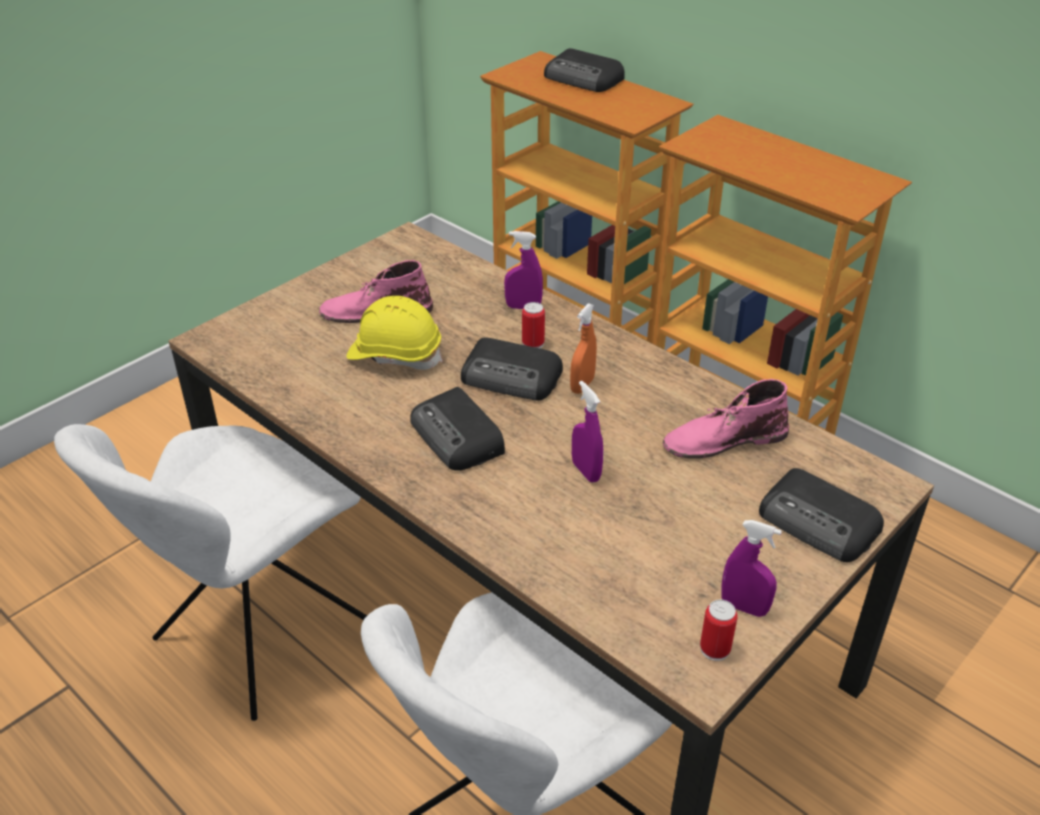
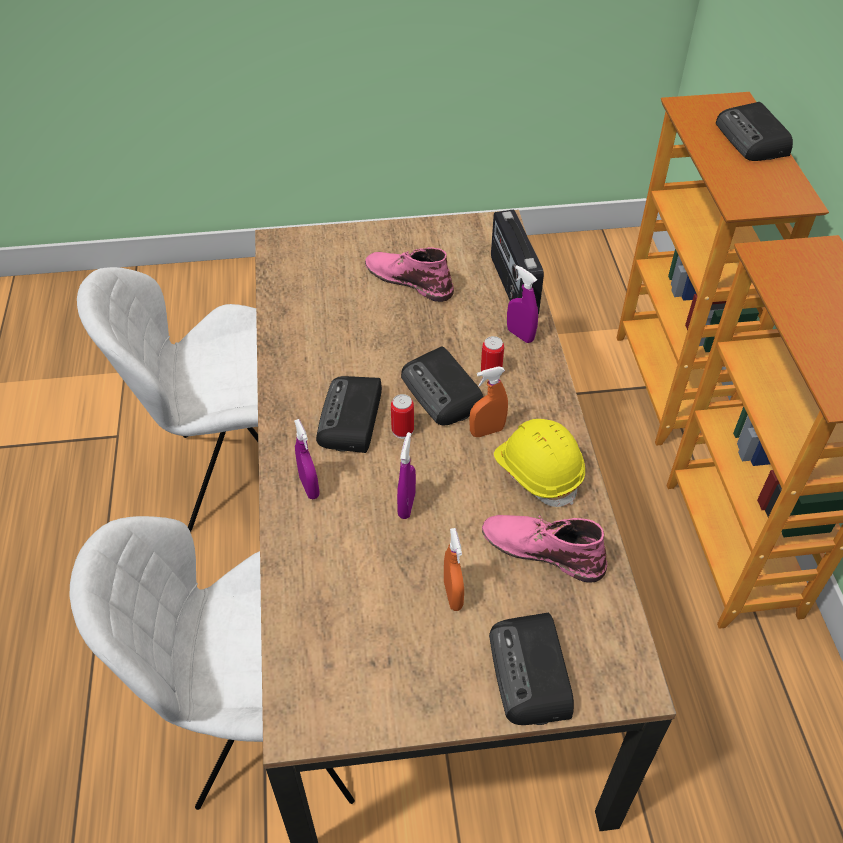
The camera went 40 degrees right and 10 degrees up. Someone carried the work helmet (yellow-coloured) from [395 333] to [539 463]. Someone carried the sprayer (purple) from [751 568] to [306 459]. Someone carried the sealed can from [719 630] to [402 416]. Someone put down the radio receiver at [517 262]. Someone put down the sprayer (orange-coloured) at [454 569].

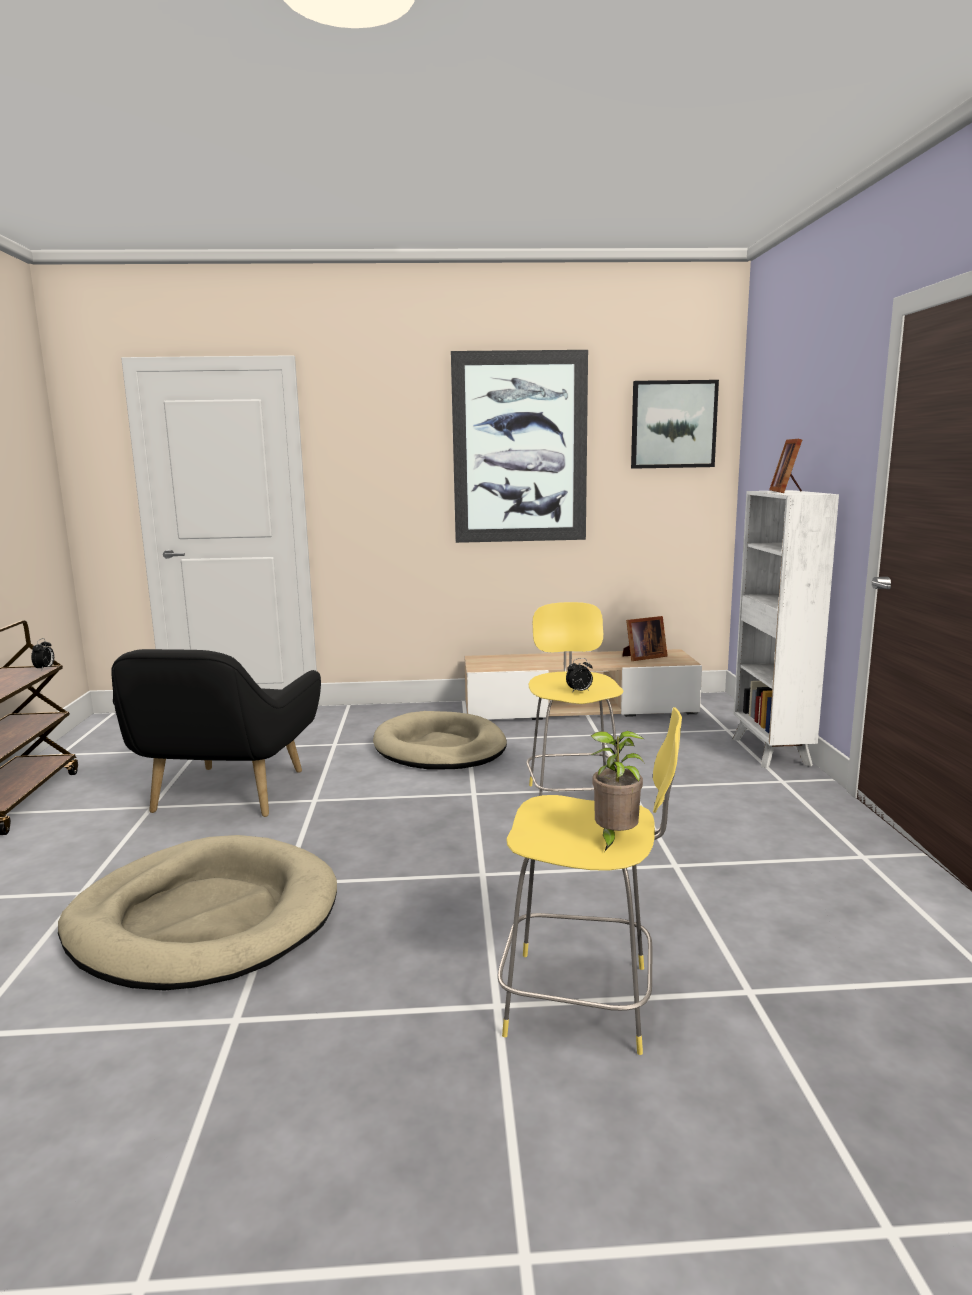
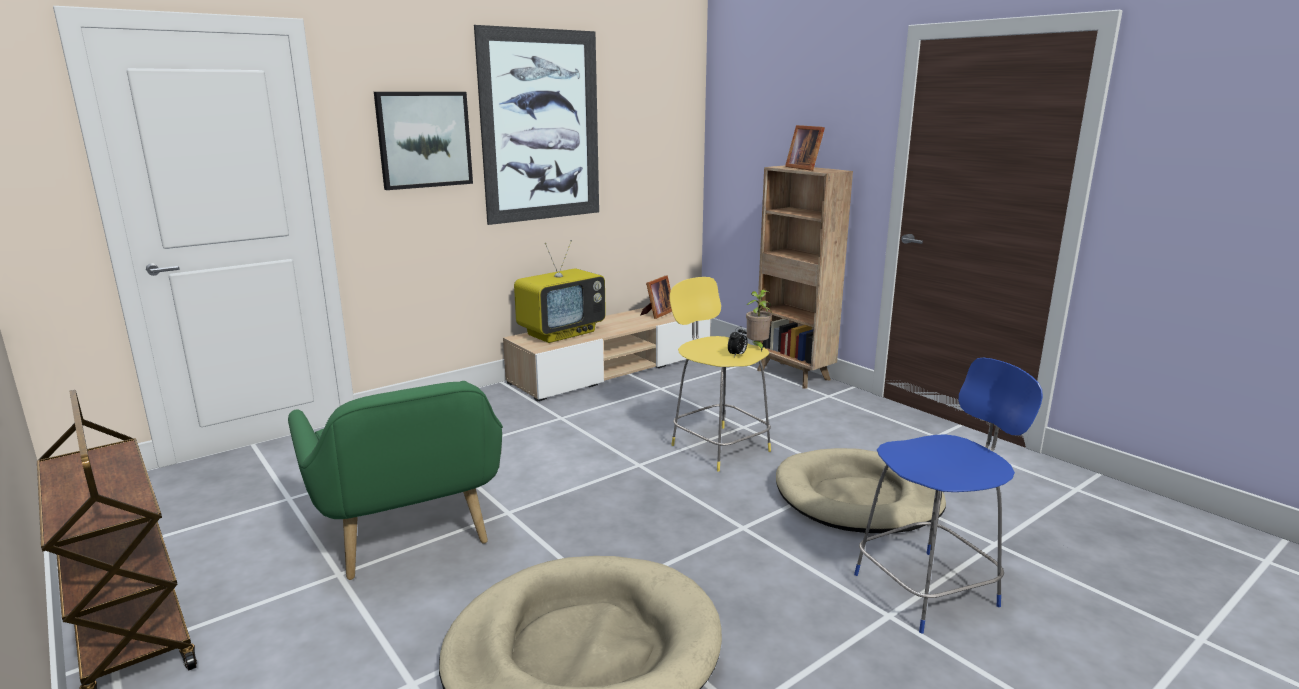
The camera went 35 degrees left and 5 degrees up. Someone carried the picture from [675 424] to [423 141]. Someone repainted the bookcase (white-coloured) at [785 629], which became the bookcase (brownish) at [804 277]. Someone took away the table clock at [42 653]. Someone repainted the armchair (black-coloured) at [216 733], which became the armchair (green) at [395 480]. Someone repainted the stool seat (yellow-coloured) at [590 881], which became the stool seat (blue) at [948 496]. Someone carried the dog bed (beige) from [440 740] to [861 490]. Someone carried the potted plant from [617 791] to [759 320]. Someone put down the TV set at [560 291].

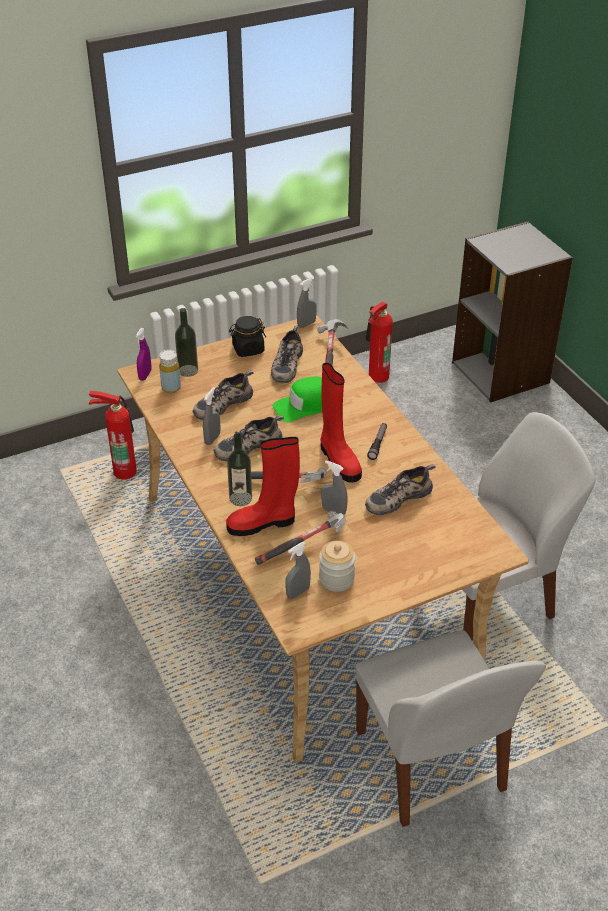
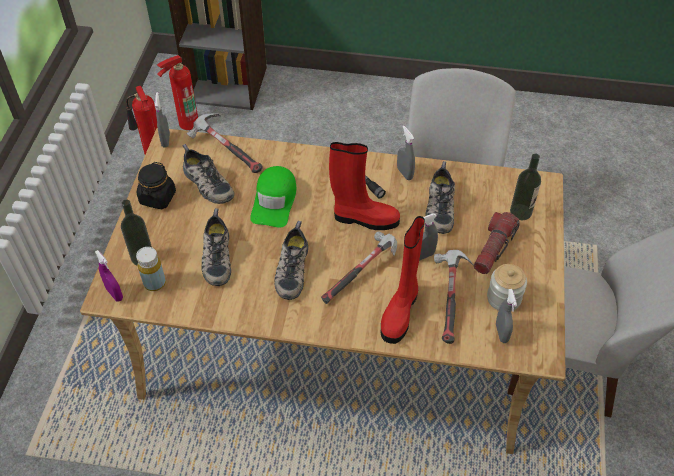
The camera went 55 degrees left and 10 degrees up. Someone carried the sprayer (grey) from [211 416] to [406 153]. Someone carried the fire extinguisher from [113 435] to [177 92]. Someone carried the drink bottle from [239 469] to [525 187]. Someone put down the flashlight at [497 243].

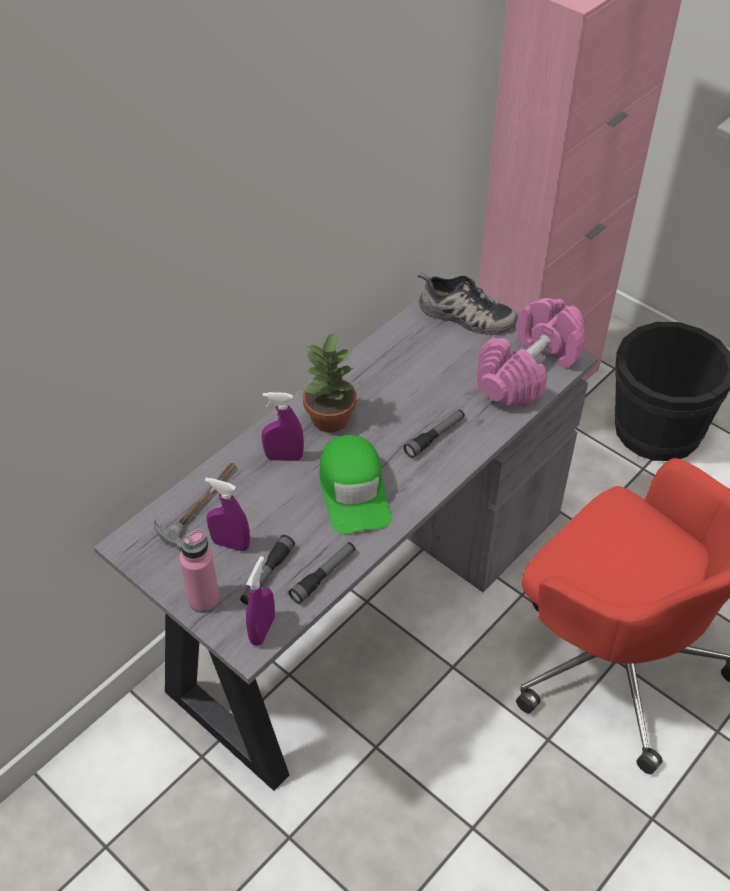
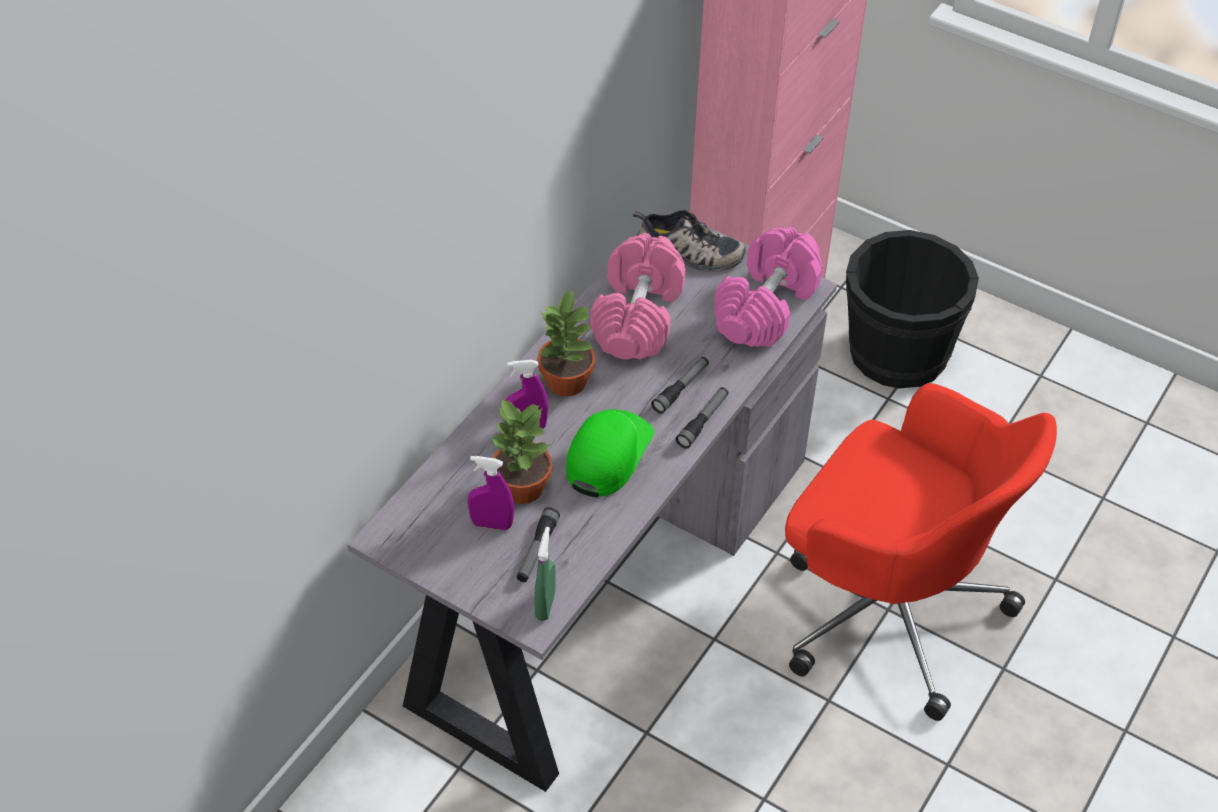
The camera went 10 degrees left and 0 degrees up. Someone rotated the peaked cap (green) at [356 484] by 135 degrees counterclockwise. Someone took away the tool hammer at [195 507]. Someone took away the drink bottle (pink) at [200 571]. Someone carried the flashlight from [321 573] to [702 418]. Someone repainted the sprayer (purple) at [260 601], which became the sprayer (green) at [545 574]. Someone put down the dumbbell (pink) at [638 296]. Someone put down the potted plant at [521 451].

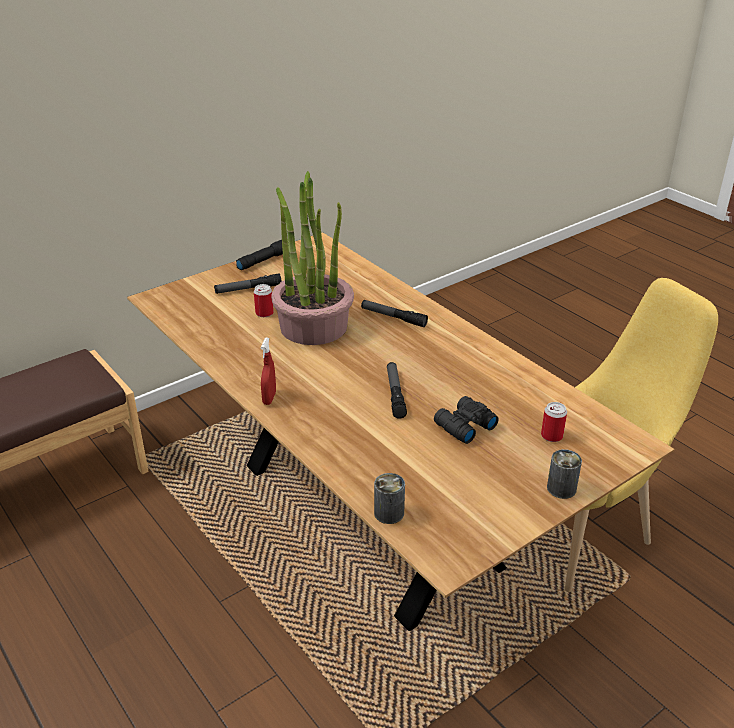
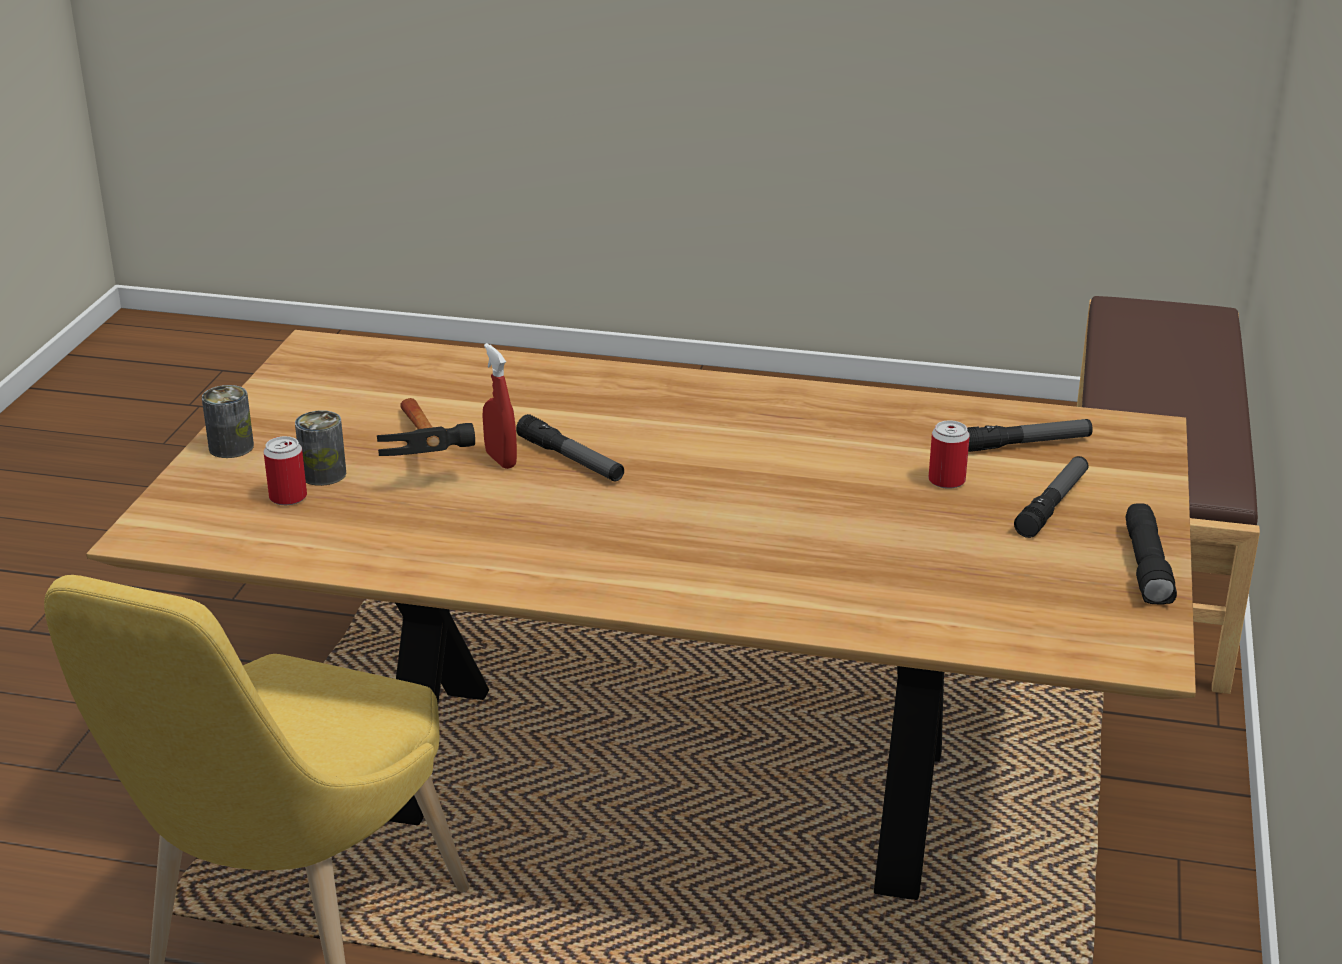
The camera went 140 degrees right and 5 degrees down. Someone took away the potted plant at [312 258]. Someone carried the flashlight from [394 313] to [1030 435]. Someone carried the sprayer (red) from [268 371] to [499 406]. Someone swapped the binoculars (black-coloured) at [466 420] for the tool hammer at [426 427]. Someone carried the sealed can from [389 498] to [320 448].

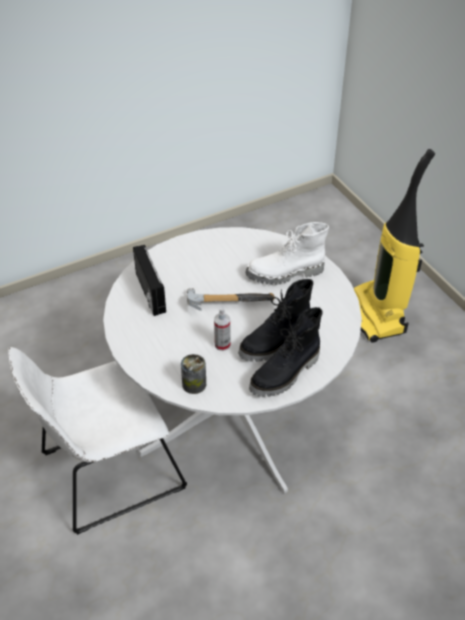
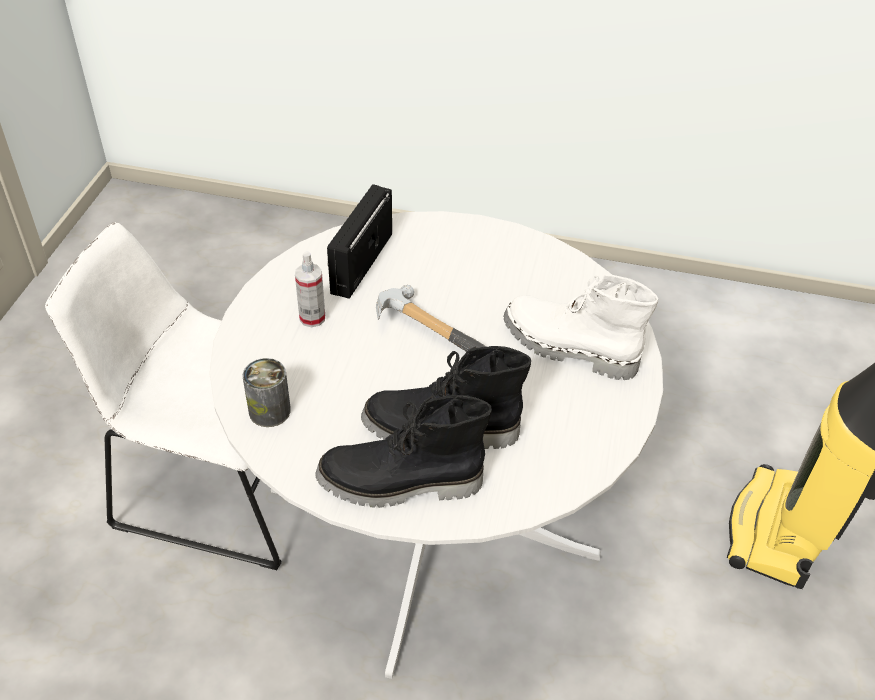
The camera went 40 degrees right and 0 degrees up. Someone carried the sprayer from [222 329] to [310 289].

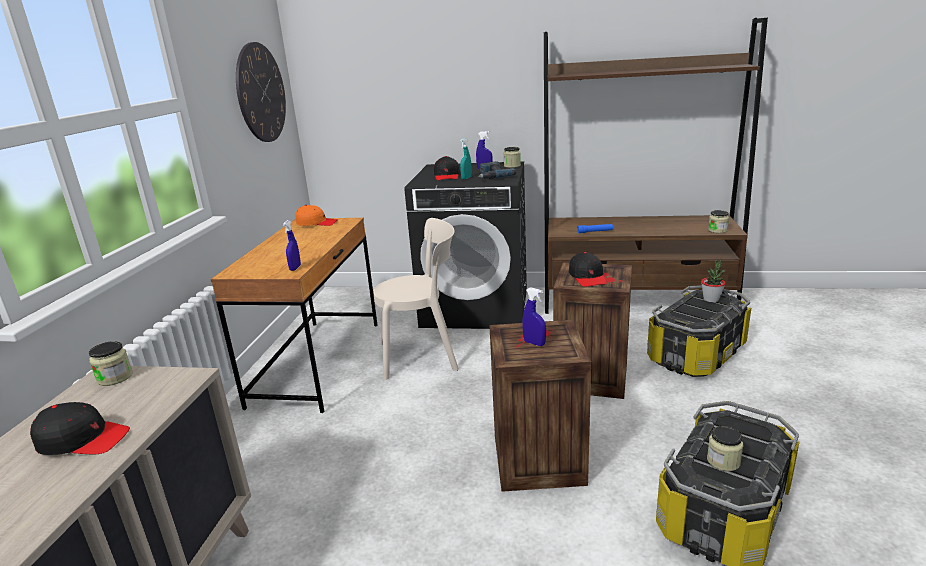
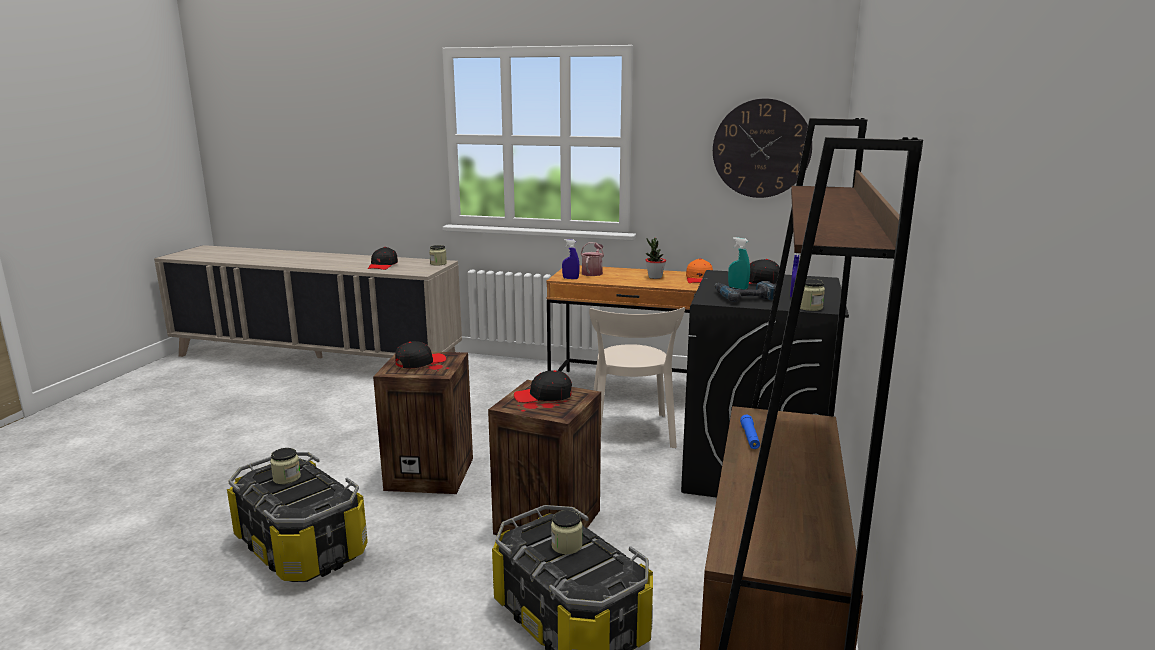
The camera went 95 degrees right and 5 degrees down. Someone carried the jar from [718 221] to [566 532]. Someone carried the potted plant from [713 280] to [655 258]. Someone swapped the sprayer (blue) at [534 316] for the peaked cap (black-coloured) at [420 355]. Someone put down the sprinkling can at [592 259].

